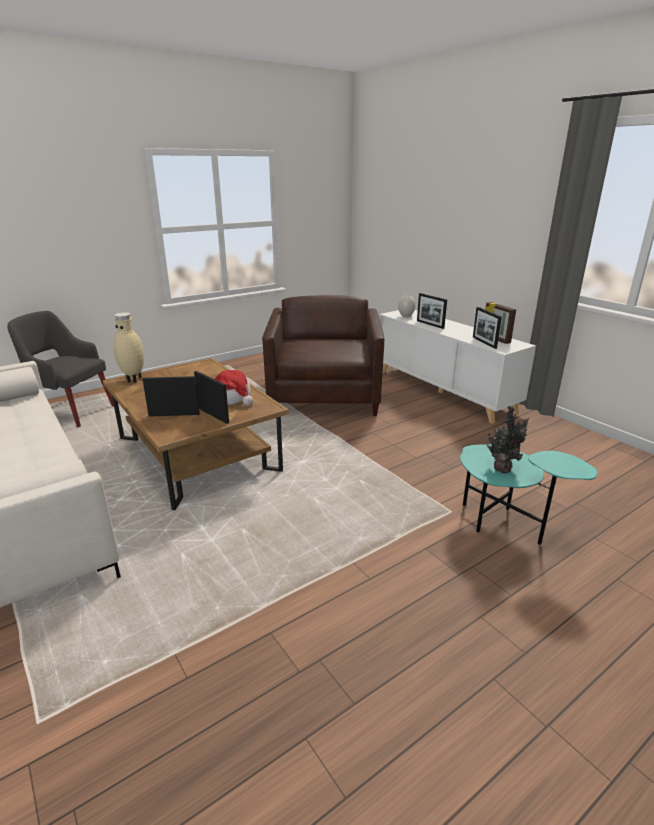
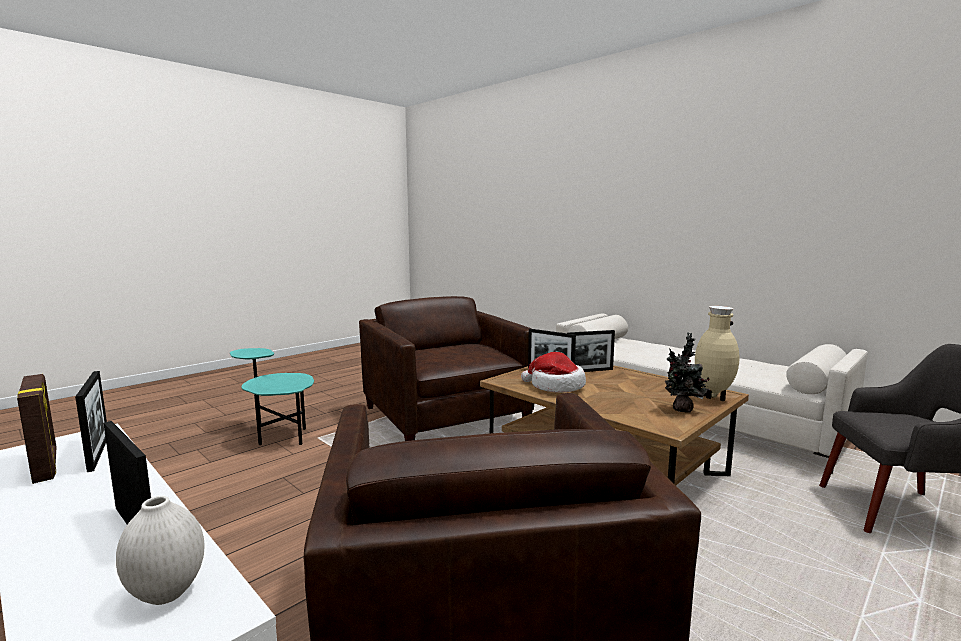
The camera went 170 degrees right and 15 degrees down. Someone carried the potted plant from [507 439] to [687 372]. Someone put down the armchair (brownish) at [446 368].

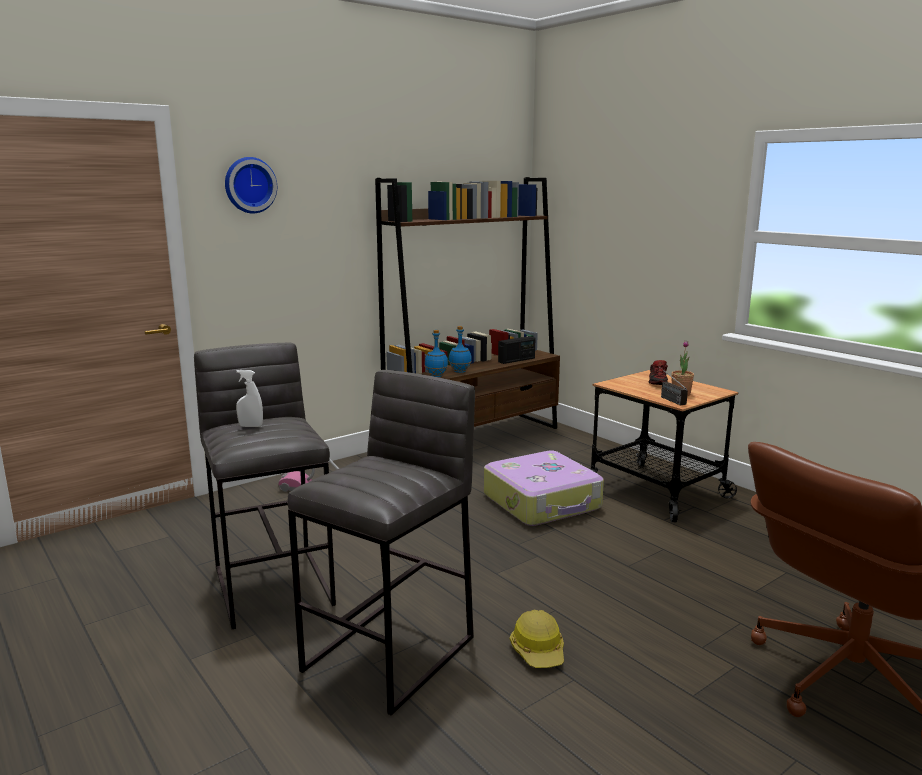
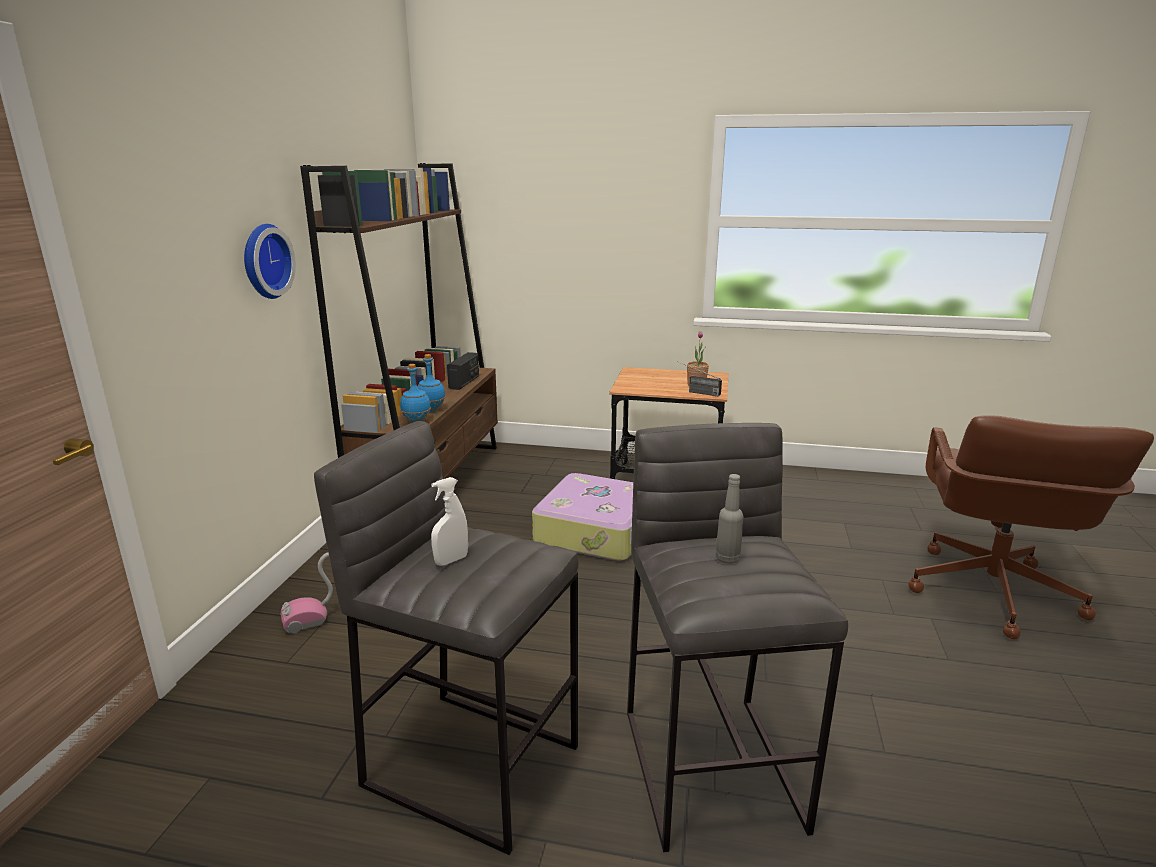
The camera went 40 degrees left and 5 degrees up. Someone carried the clock on the wall from [251 185] to [270 261]. Someone took away the shoe at [658 372]. Someone took away the work helmet at [537 639]. Someone put down the drink bottle (grey) at [730 519].

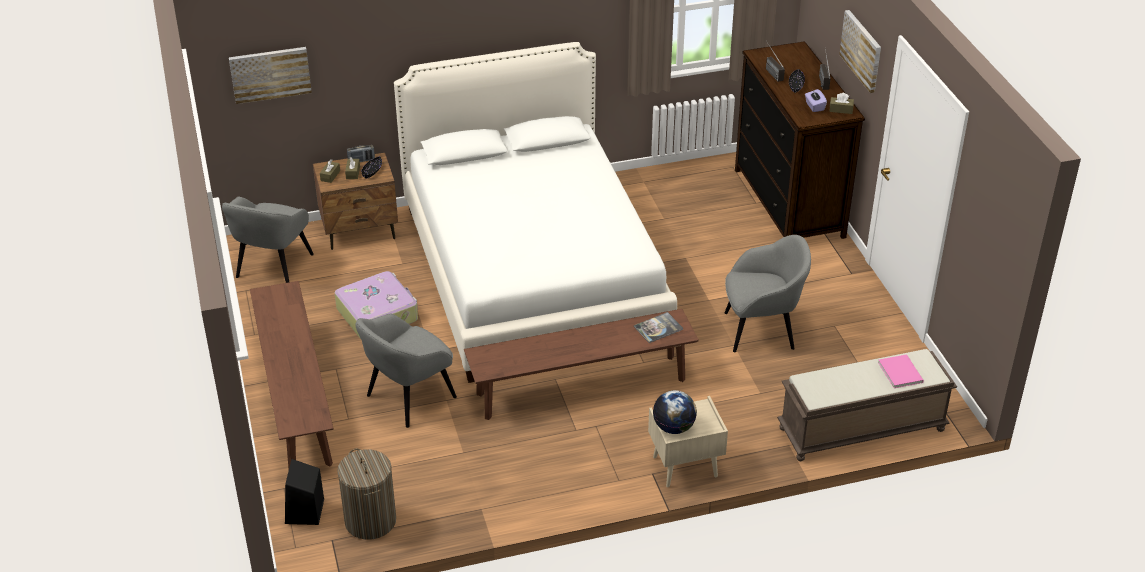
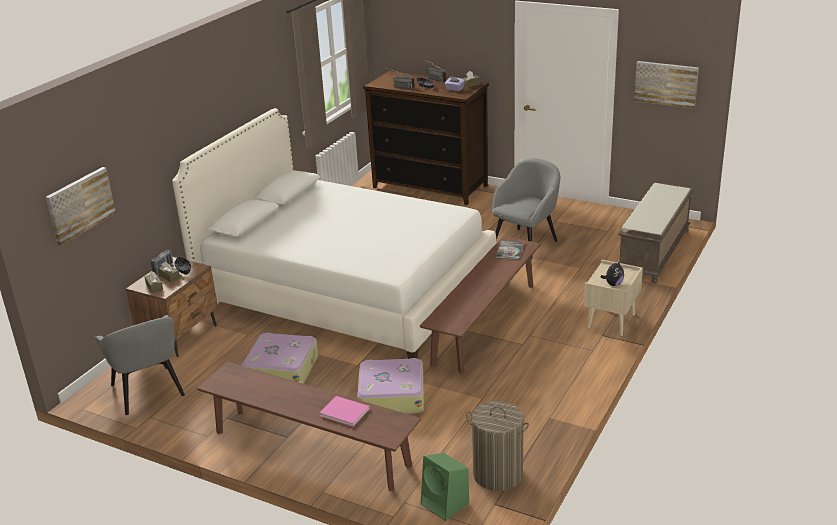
The camera went 45 degrees left and 10 degrees down. Someone carried the picture from [860 51] to [666 84]. Someone swapped the armchair (grey) at [406 371] for the travel case at [390 386]. Someone carried the book (pink) from [901 371] to [345 411]. Someone swapped the globe at [675 412] for the soft toy at [612 273]. Someone repainted the loudspeaker (black-coloured) at [304 492], which became the loudspeaker (green) at [445 487].

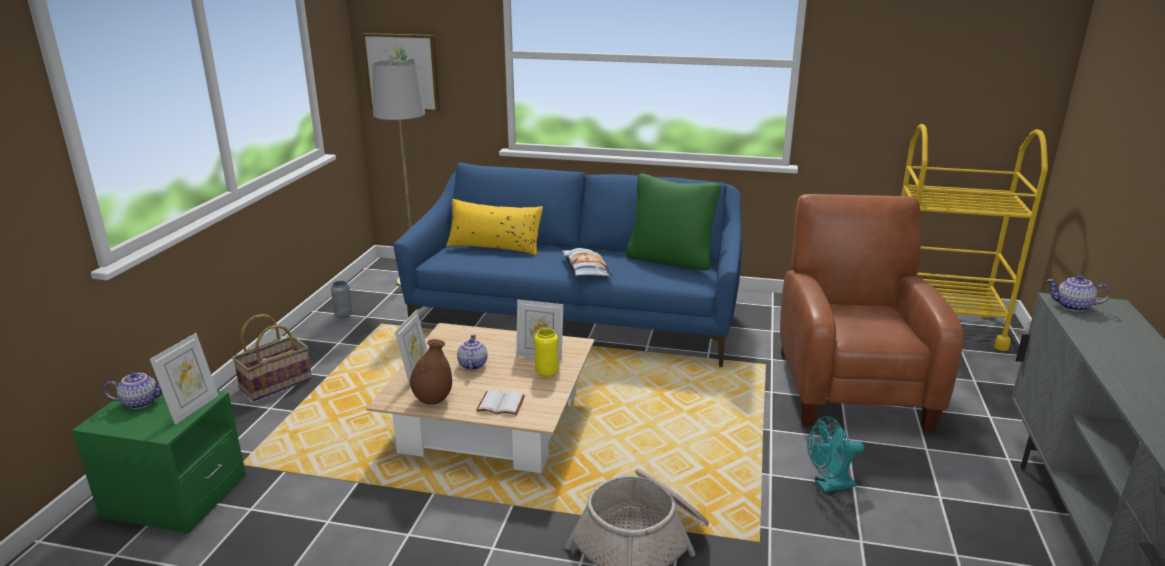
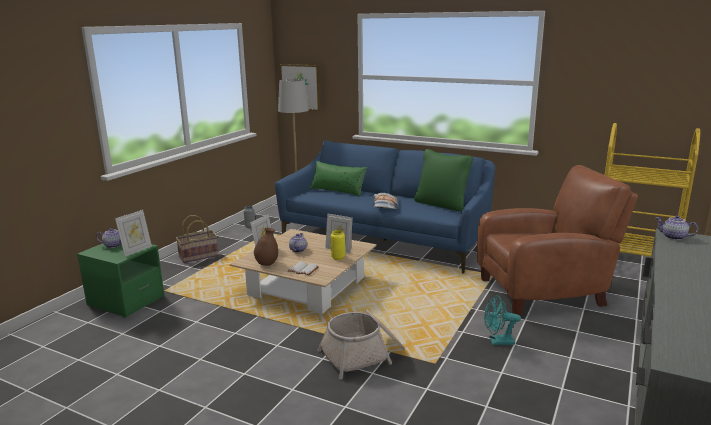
The camera went 15 degrees right and 5 degrees down. Someone rotated the armchair (brownish) at [871 312] by 60 degrees clockwise. Someone repainted the pillow (yellow-coloured) at [494 227], which became the pillow (green) at [338 179].

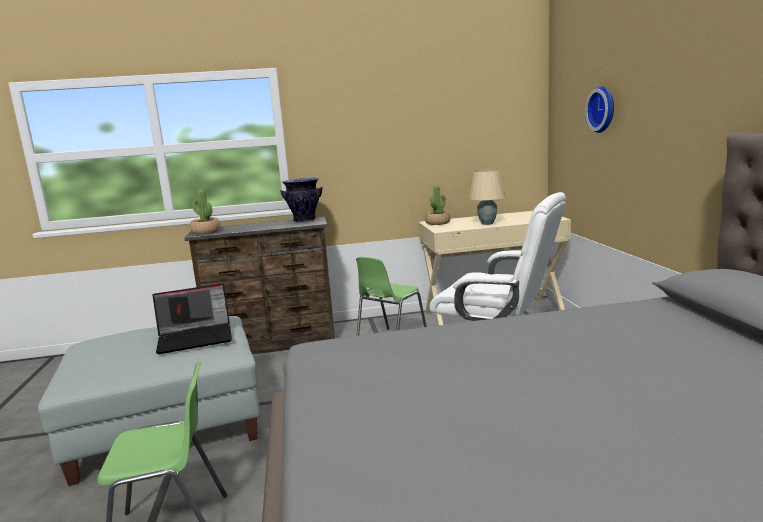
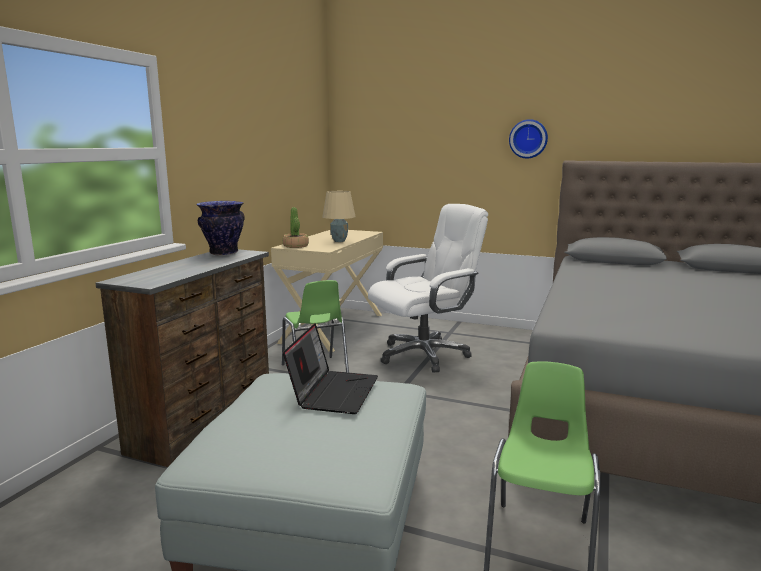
The camera went 60 degrees left and 0 degrees up. Someone carried the clock on the wall from [599 109] to [528 138]. Someone took away the potted plant at [205 211].

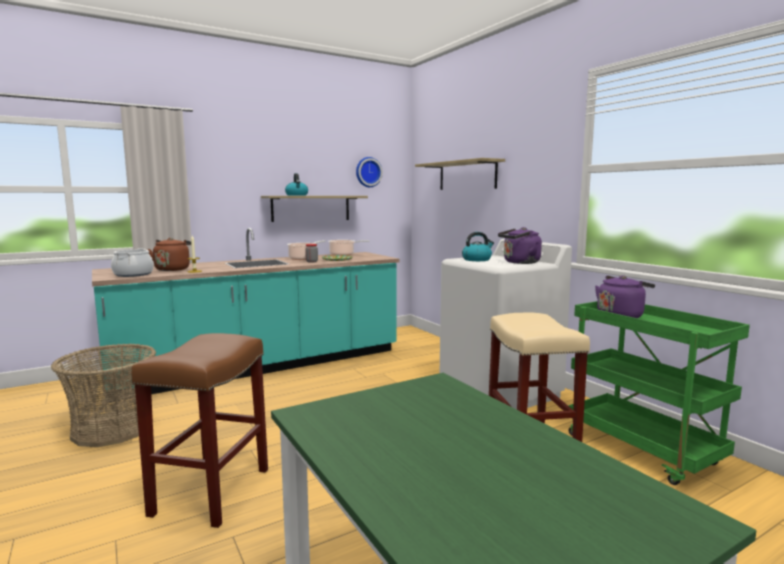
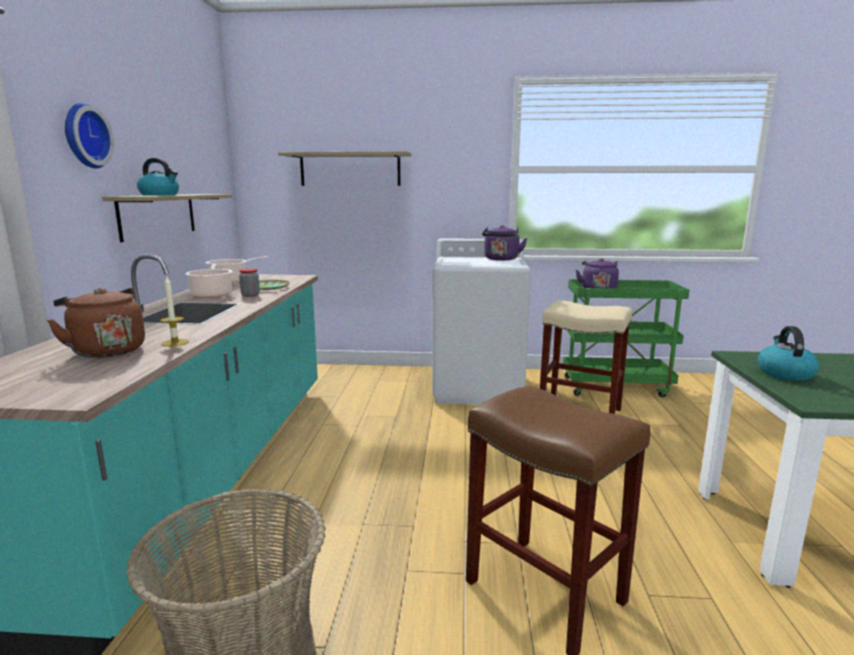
The camera went 55 degrees left and 5 degrees up. Someone carried the clock on the wall from [369 172] to [89 135]. Someone carried the kettle from [478 246] to [788 353]. Someone took away the stockpot at [132 262].

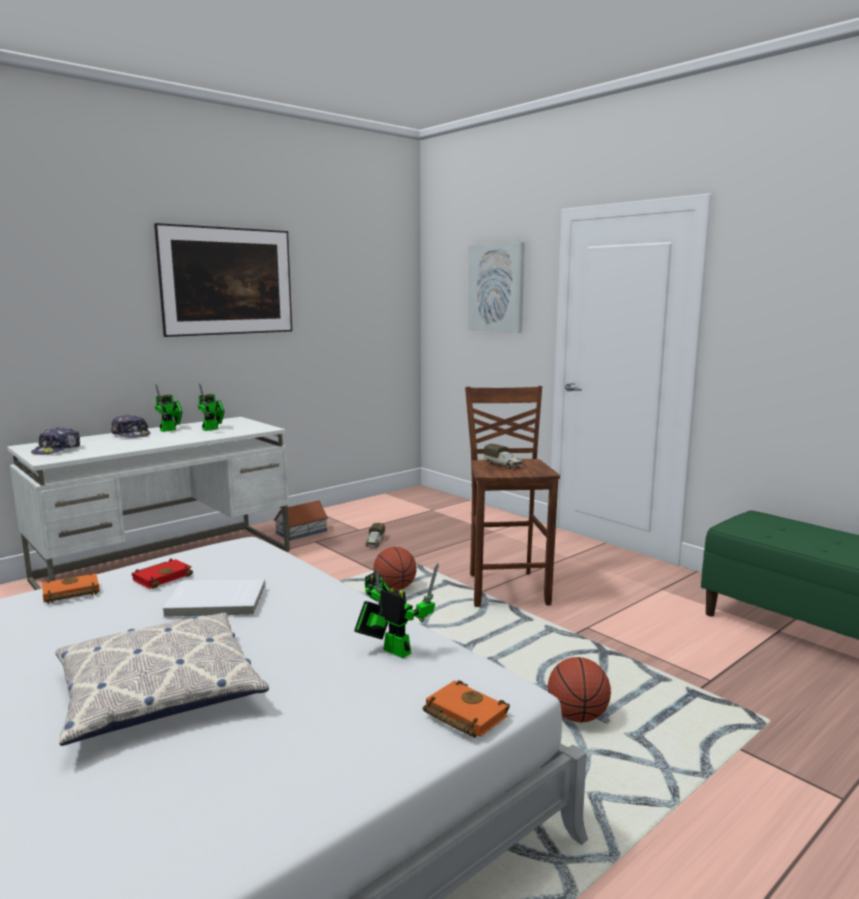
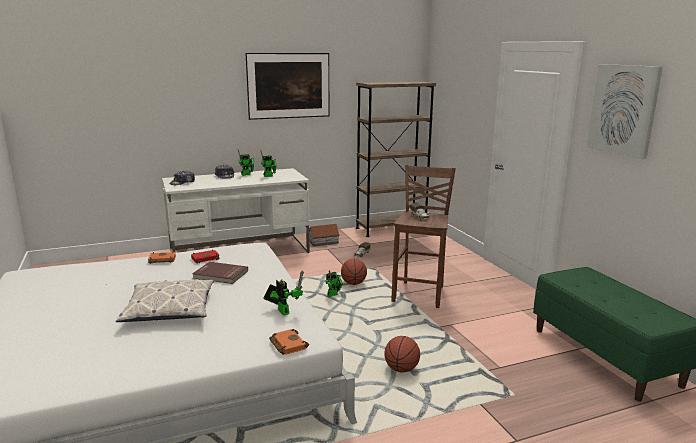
The camera went 20 degrees right and 5 degrees up. Someone carried the picture from [496 287] to [625 111]. Someone repainted the book (white-coloured) at [214 598], which became the book (red) at [220 273]. Someone put down the bookcase (brownish) at [396 159].

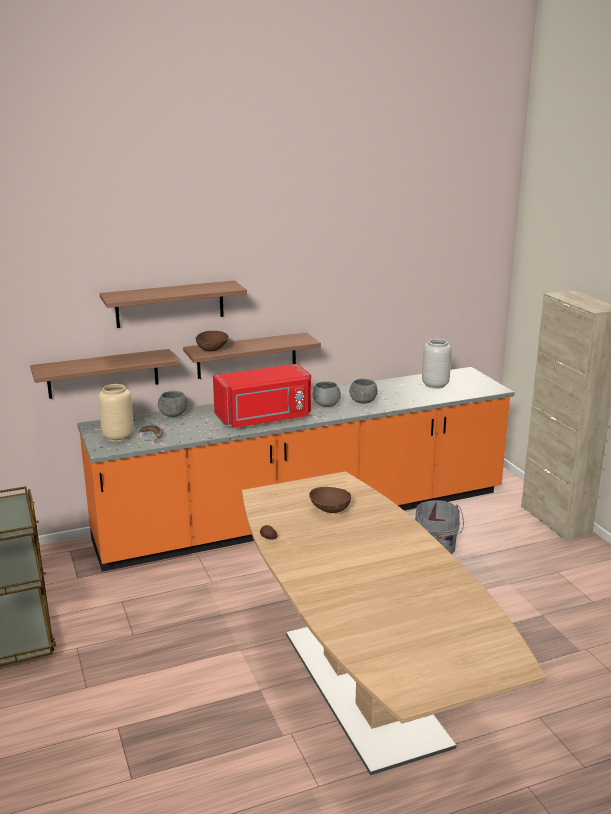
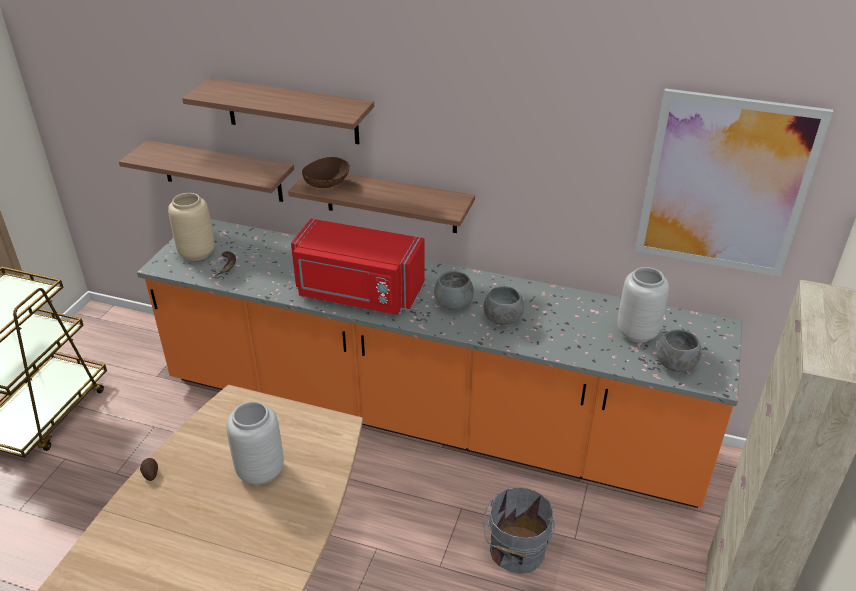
The camera went 40 degrees right and 15 degrees up. Someone carried the bowl (grey) from [172 404] to [679 350]. Someone swapped the bowl (brownish) at [330 500] for the decorative vase (grey) at [255 443]. Someone put up the picture at [734 182].

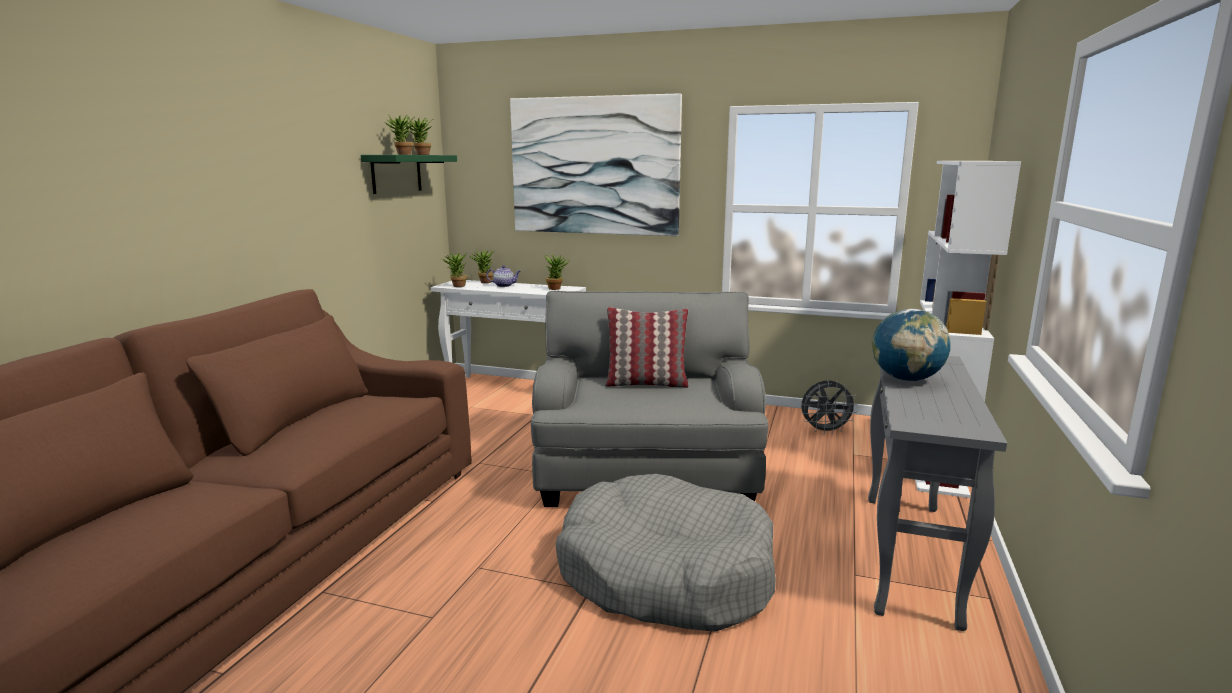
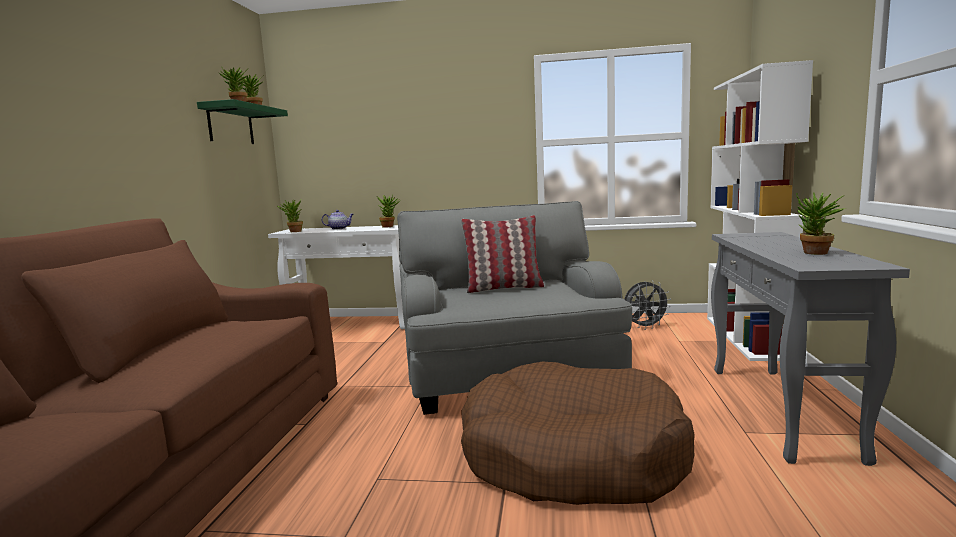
The camera went 10 degrees left and 5 degrees down. Someone took away the picture at [596 164]. Someone carried the potted plant from [482 266] to [820 224]. Someone took away the globe at [911 345]. Someone repainted the dog bed (grey) at [666 553], which became the dog bed (brownish) at [578 433].

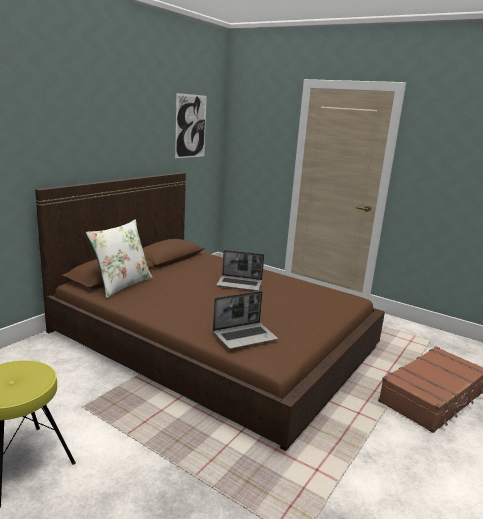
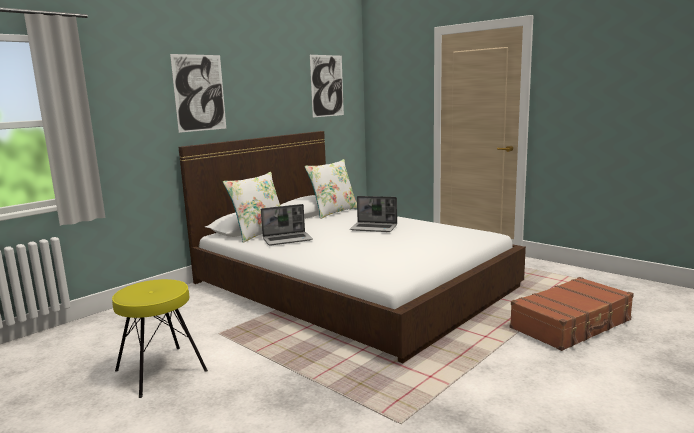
The camera went 10 degrees right and 5 degrees down. Someone repainted the bed (brownish) at [210 311], which became the bed (white-coloured) at [352 247]. Someone carried the portable computer from [245 320] to [287 225]. Someone put up the picture at [198 93]. Someone put down the pillow (white-coloured) at [330 189].

